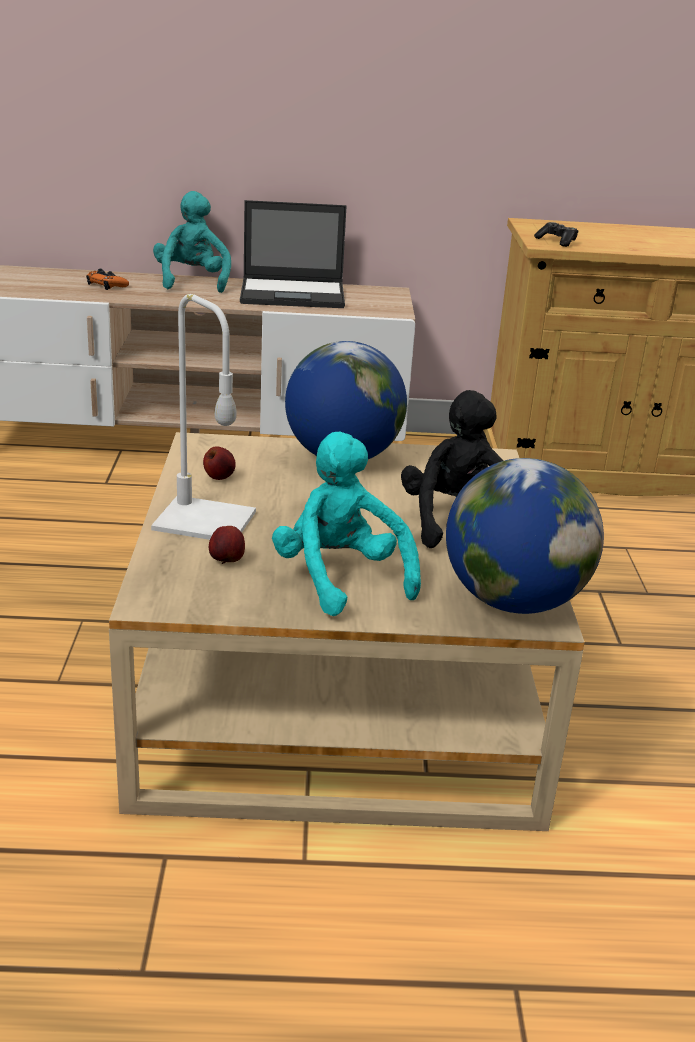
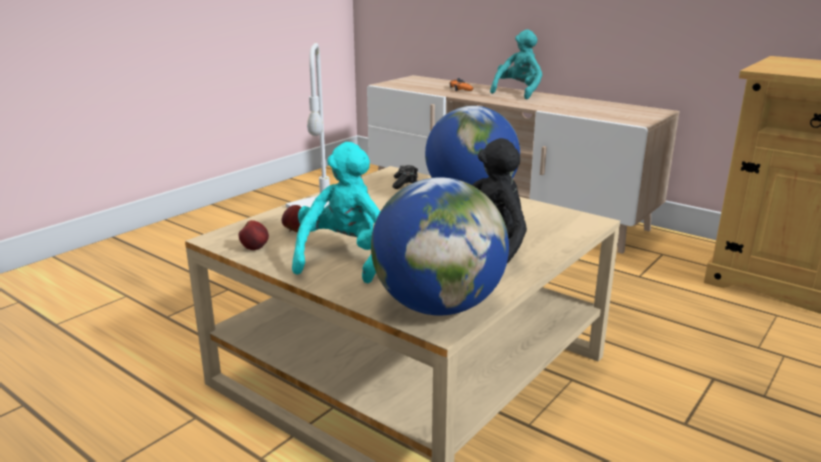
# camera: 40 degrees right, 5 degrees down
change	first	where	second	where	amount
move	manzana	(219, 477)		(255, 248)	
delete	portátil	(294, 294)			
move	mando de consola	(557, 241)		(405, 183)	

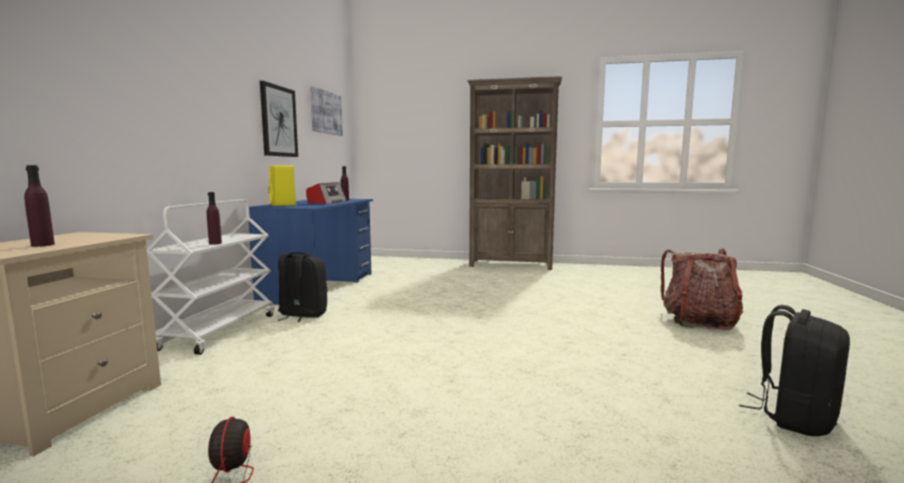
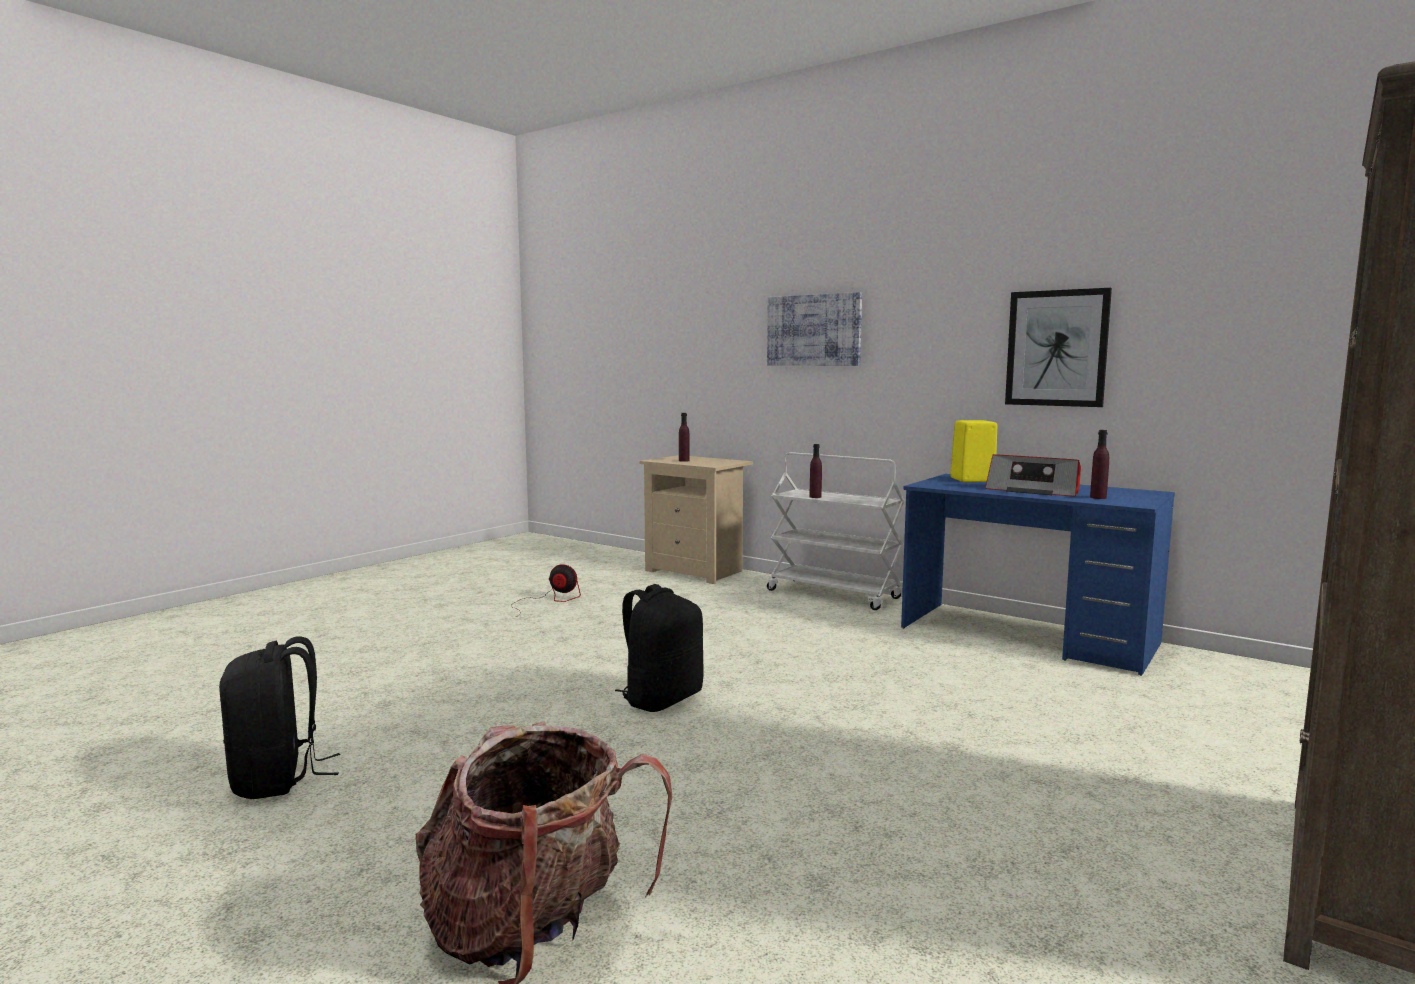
# camera: 115 degrees right, 0 degrees up
change	first	where	second	where	amount
move	mochila [negro]	(302, 315)		(661, 699)	
move	cuadro	(326, 112)		(814, 330)	

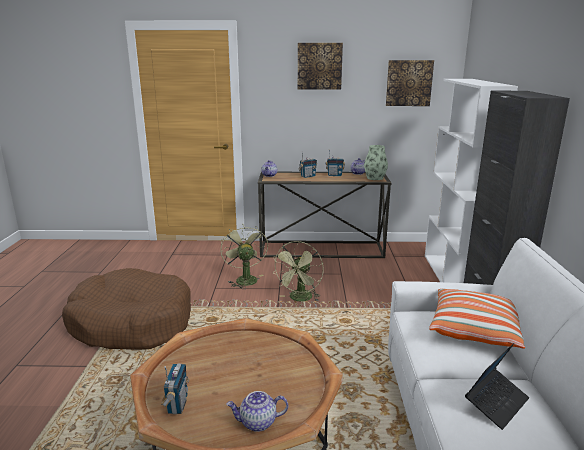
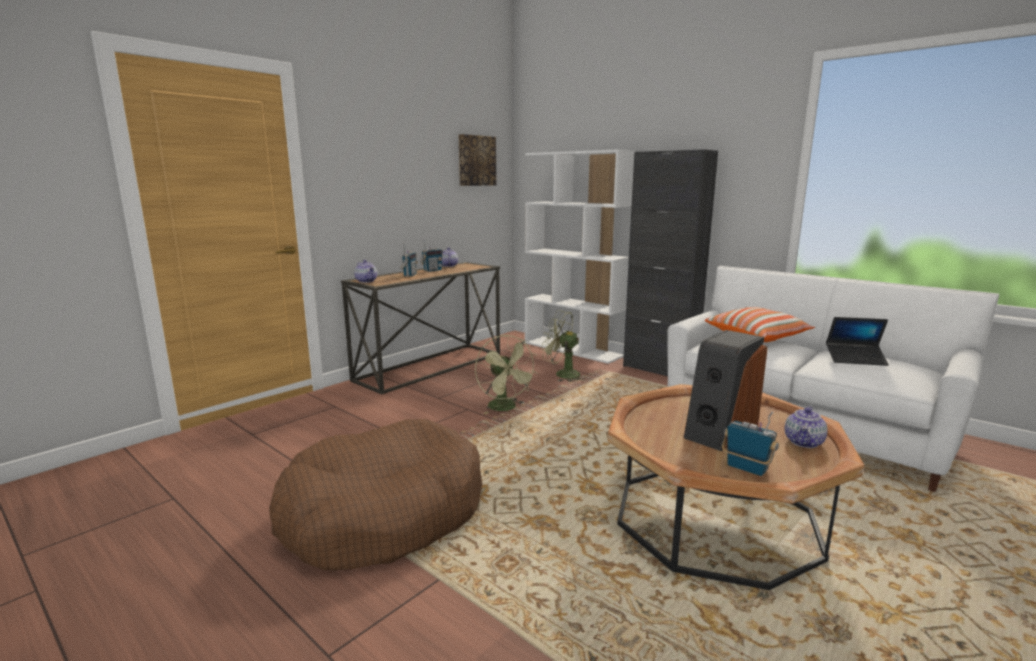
# camera: 50 degrees left, 5 degrees down
change	first	where	second	where	amount
move	ventilador [verde]	(244, 279)		(562, 374)	
delete	cuadro	(319, 66)			
delete	florero	(375, 178)			
rotate	portátil	(496, 403)		(855, 359)	105 degrees clockwise
insert			altavoz	(719, 431)	

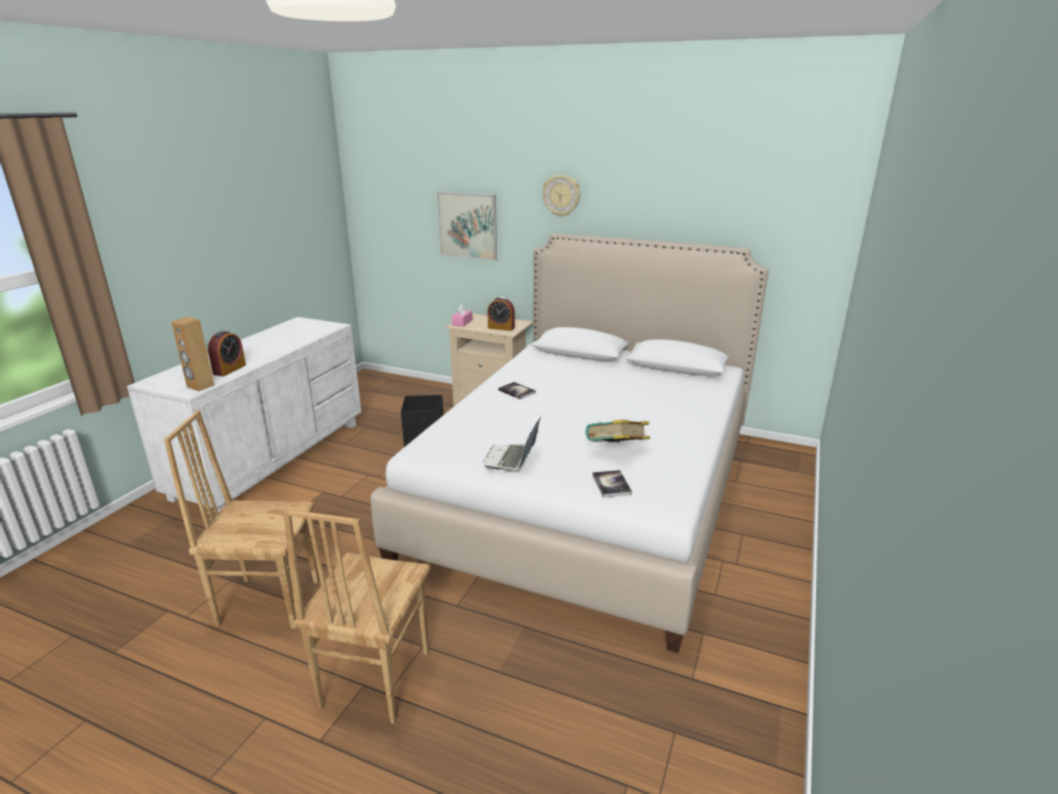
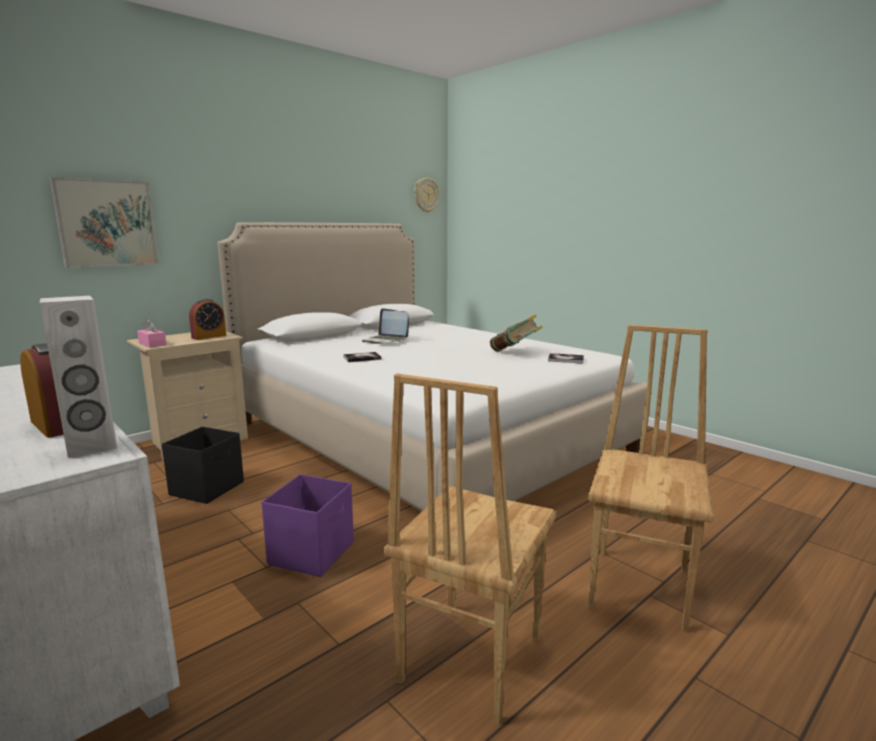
# camera: 65 degrees left, 10 degrees down
change	first	where	second	where	amount
recolor	altavoz [marrón]	(200, 386)	altavoz [blanco]	(92, 447)	
rotate	silla [marrón]	(373, 679)		(641, 587)	105 degrees counterclockwise
move	portátil	(511, 459)		(385, 340)	
move	reloj de pared	(561, 195)		(426, 195)	
insert			caja de almacenaje [morado]	(313, 553)	

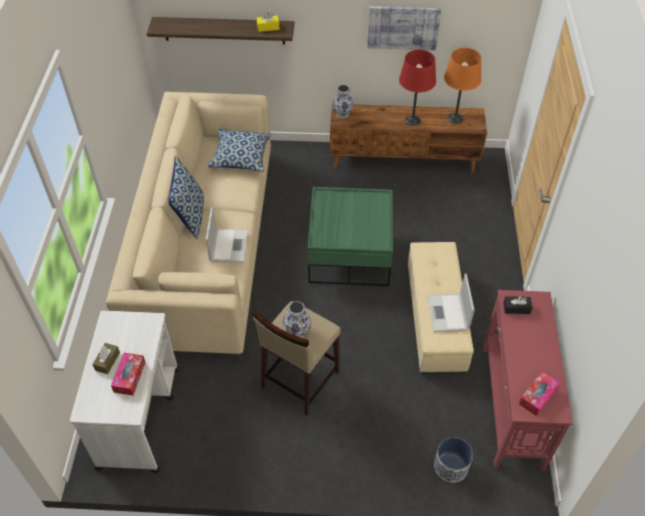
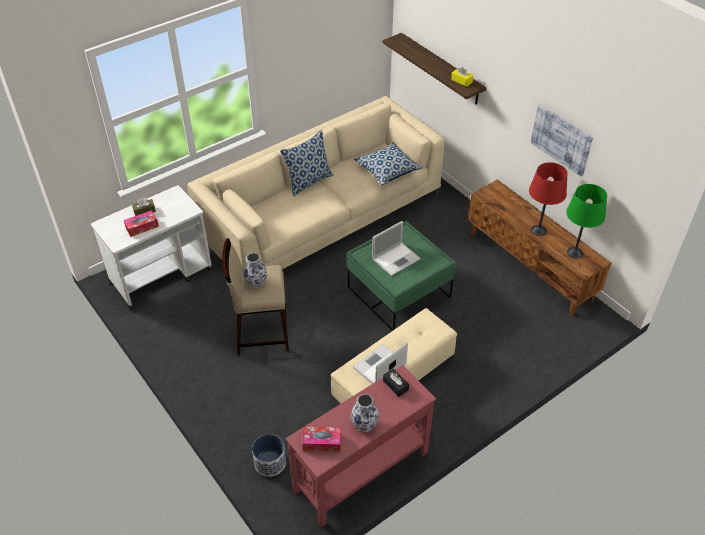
# camera: 50 degrees right, 5 degrees down
change	first	where	second	where	amount
move	portátil	(228, 245)		(396, 258)	
move	florero	(343, 113)		(365, 424)	
recolor	lámpara de mesa [naranja]	(455, 118)	lámpara de mesa [verde]	(574, 252)	

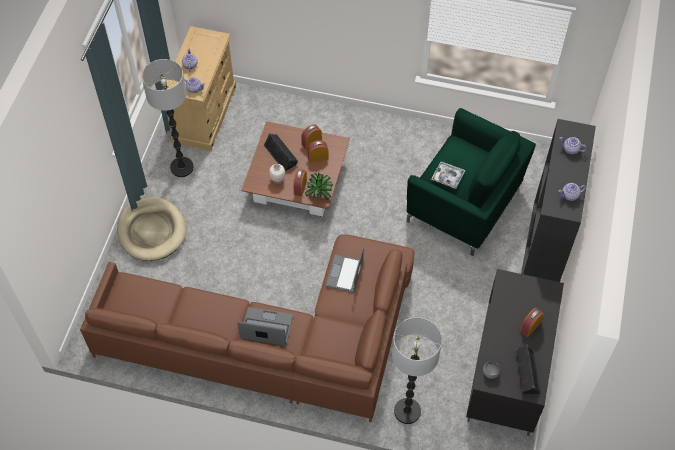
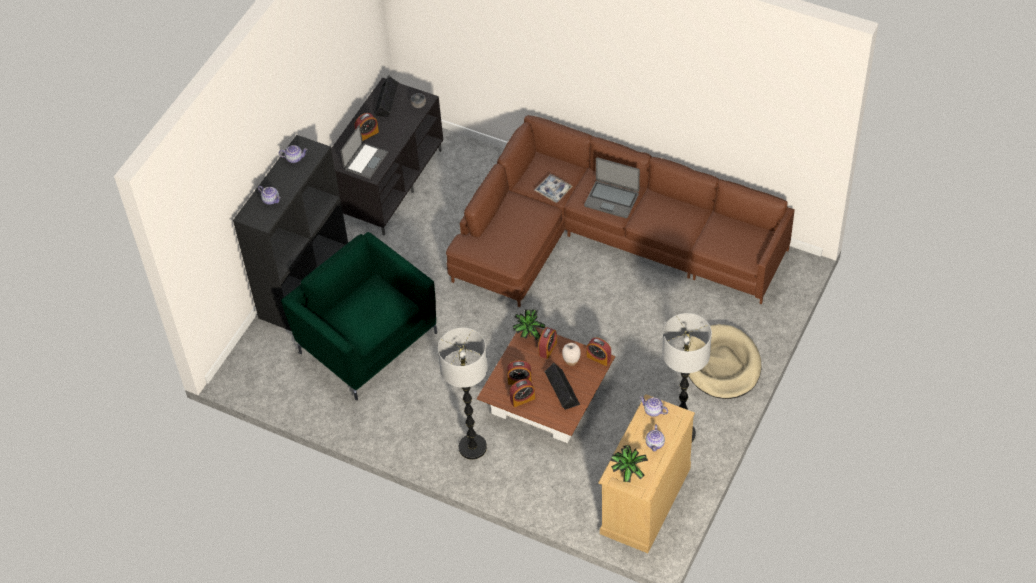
# camera: 165 degrees left, 5 degrees down
change	first	where	second	where	amount
move	portátil	(344, 274)		(366, 160)	
move	lámpara de pie	(407, 411)		(473, 447)	
move	bandeja	(448, 177)		(553, 190)	
insert			despertador	(598, 358)	
insert			planta en maceta	(627, 473)	

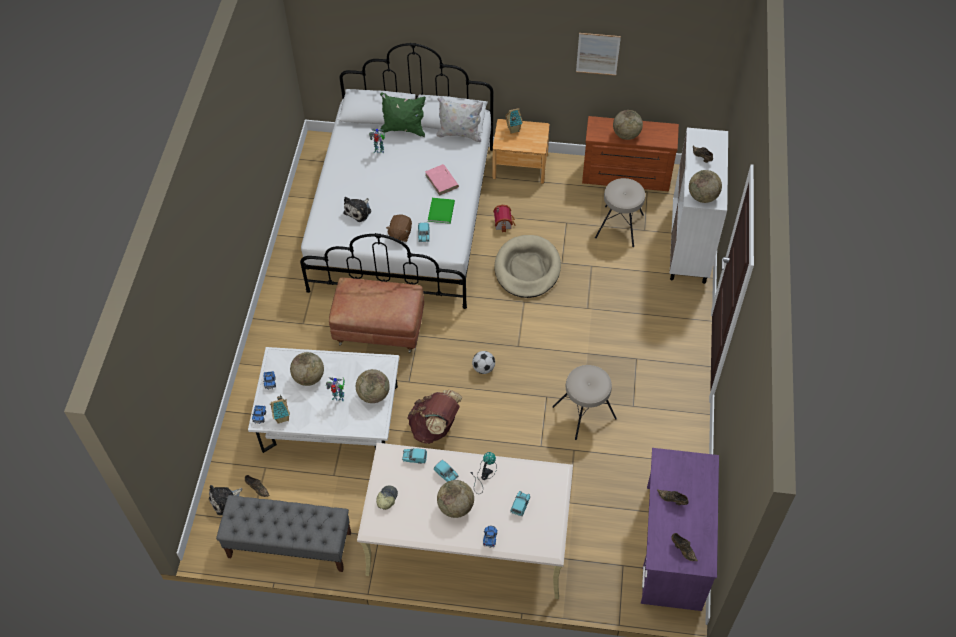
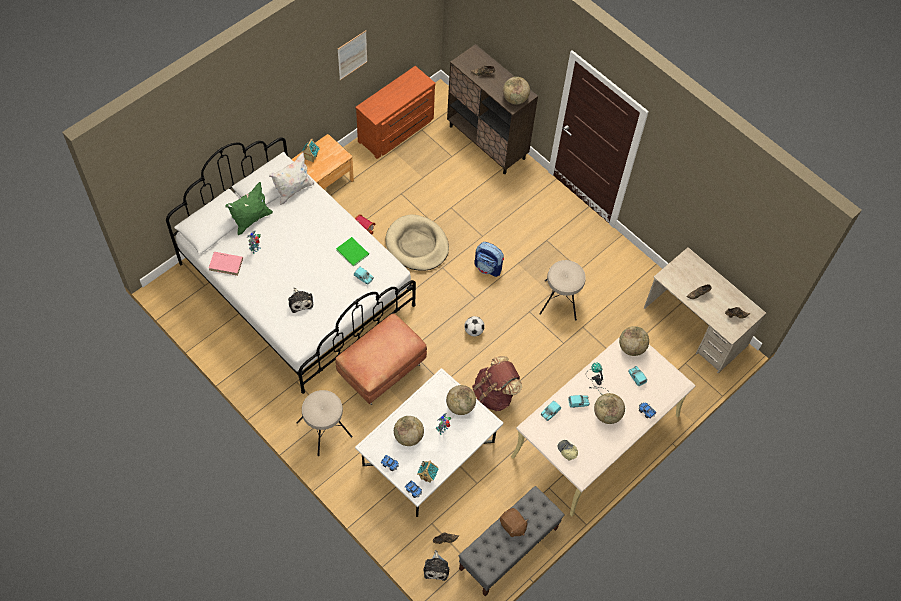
# camera: 55 degrees left, 5 degrees up
change	first	where	second	where	amount
move	peluche [marrón]	(400, 234)		(512, 526)	
move	libro [rosa]	(442, 181)		(226, 264)	
move	taburete [beis]	(620, 226)		(324, 429)	
move	globo terráqueo	(626, 135)		(631, 348)	
recolor	escritorio [morado]	(672, 547)	escritorio [beis]	(695, 327)	
recolor	armario [blanco]	(689, 244)	armario [marrón]	(487, 142)	
insert			mochila	(488, 267)	

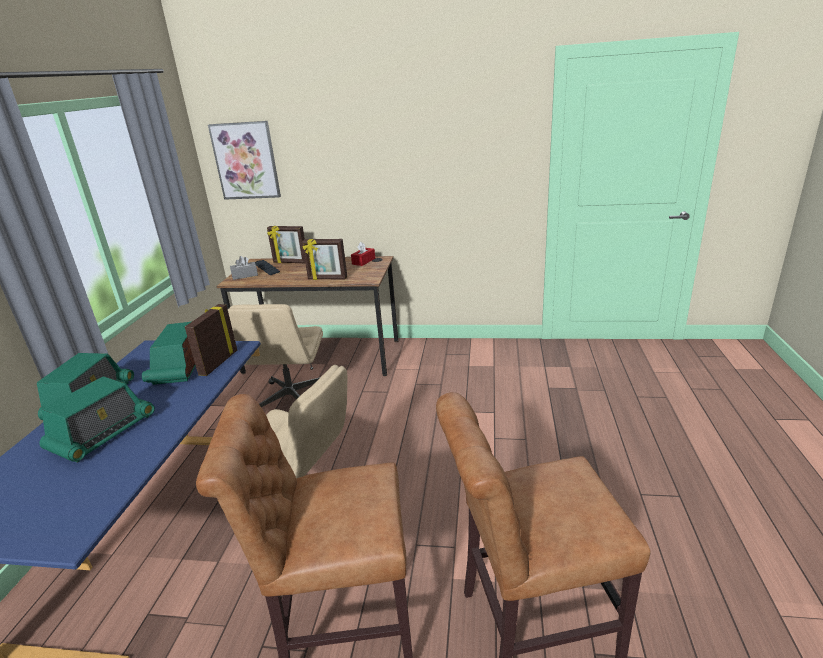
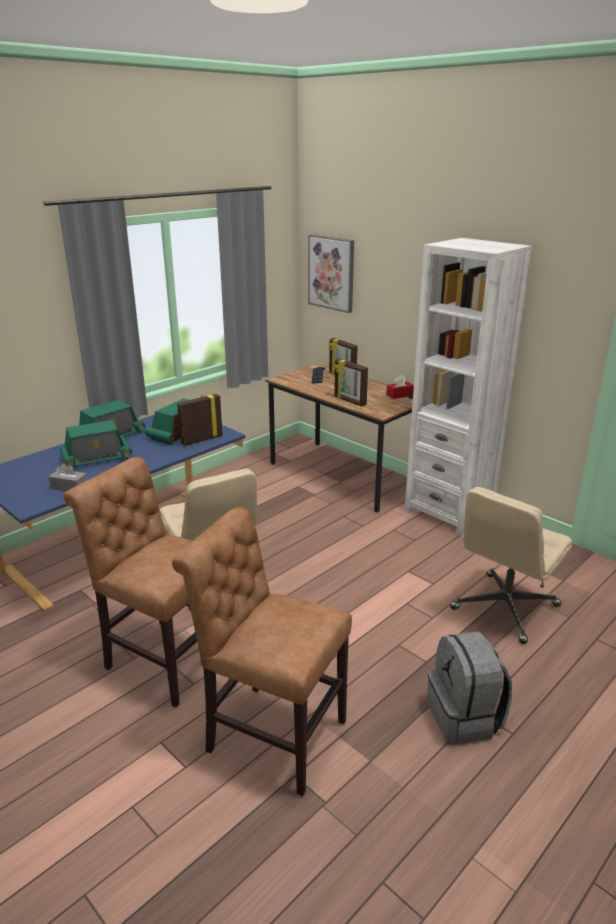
# camera: 35 degrees right, 0 degrees up
change	first	where	second	where	amount
move	silla de oficina [beis]	(291, 400)		(504, 608)	
move	caja de pañuelos [gris]	(245, 275)		(69, 487)	
insert			estantería [blanco]	(449, 512)	
insert			mochila [gris]	(465, 718)	

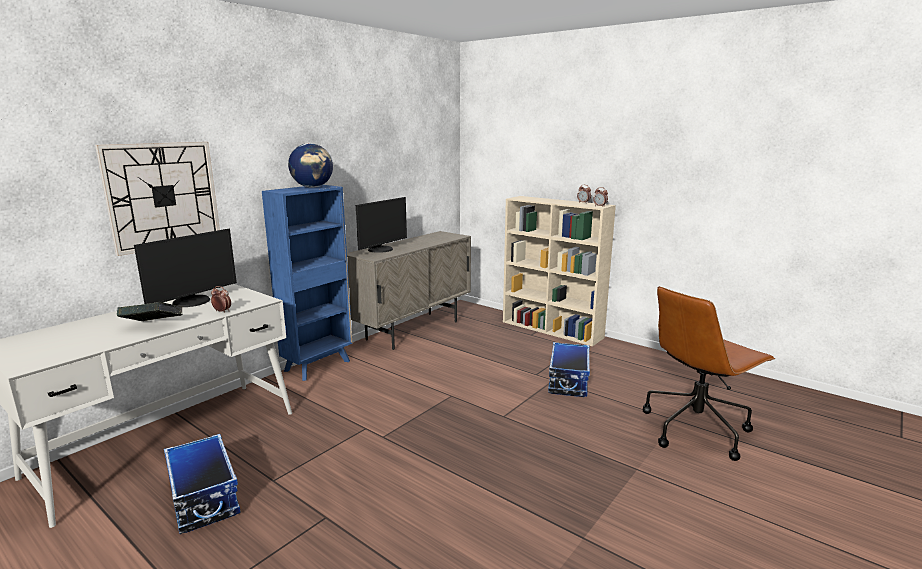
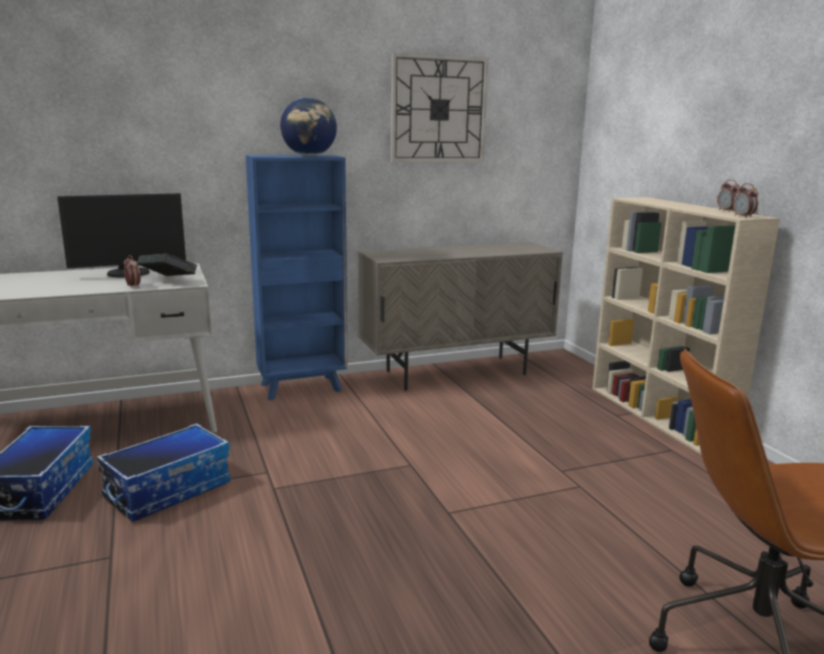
# camera: 30 degrees right, 0 degrees up
change	first	where	second	where	amount
move	reloj de pared	(163, 195)		(438, 109)	
move	libro	(153, 326)		(168, 281)	
delete	monitor	(381, 250)			
move	caja de almacenaje	(567, 381)		(168, 490)	

